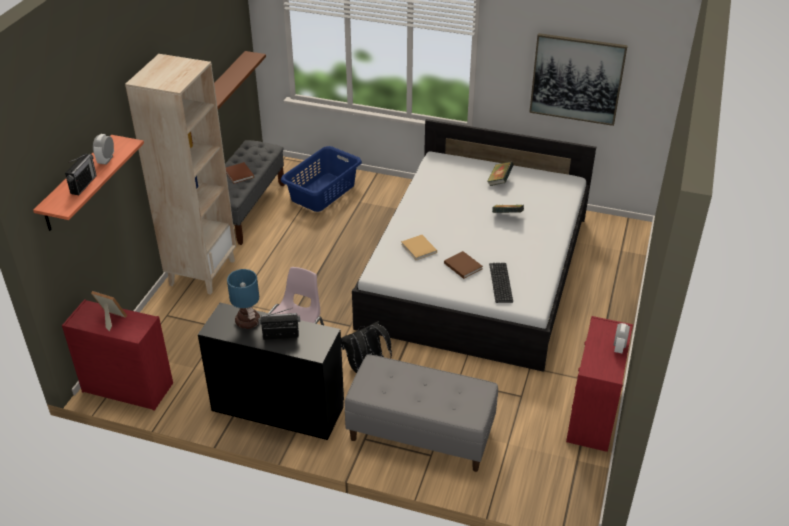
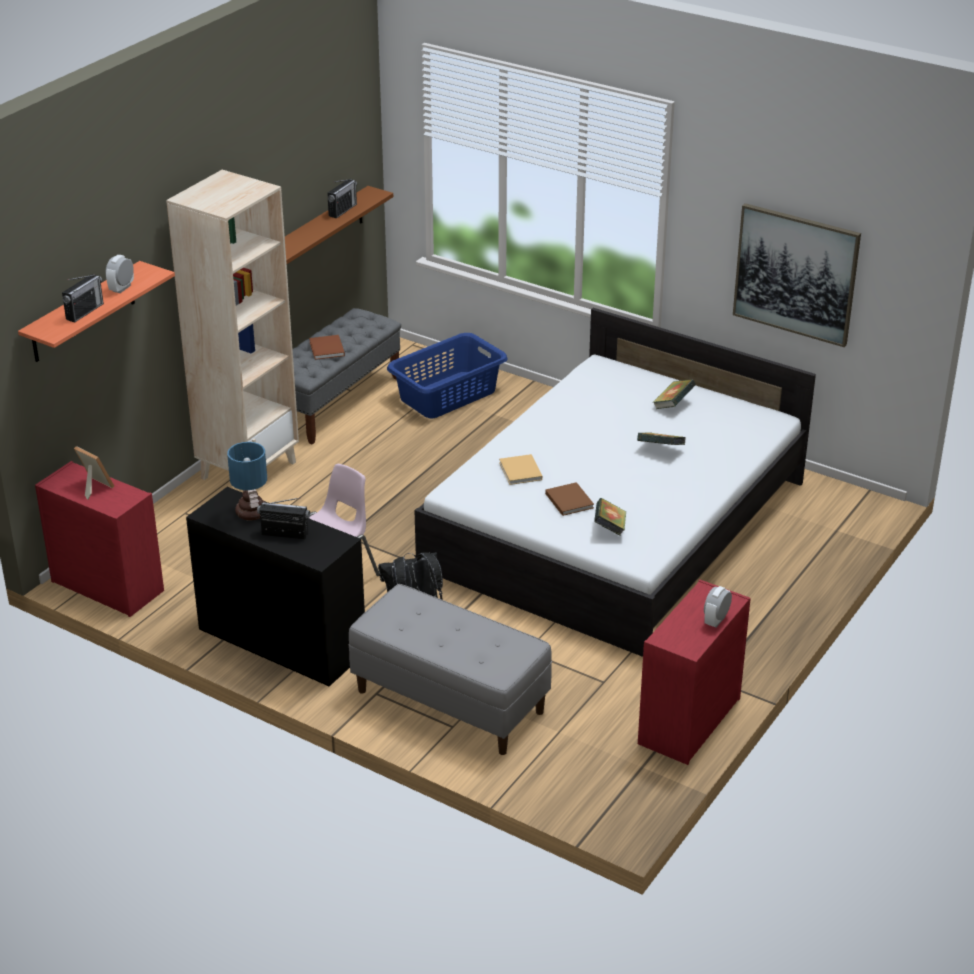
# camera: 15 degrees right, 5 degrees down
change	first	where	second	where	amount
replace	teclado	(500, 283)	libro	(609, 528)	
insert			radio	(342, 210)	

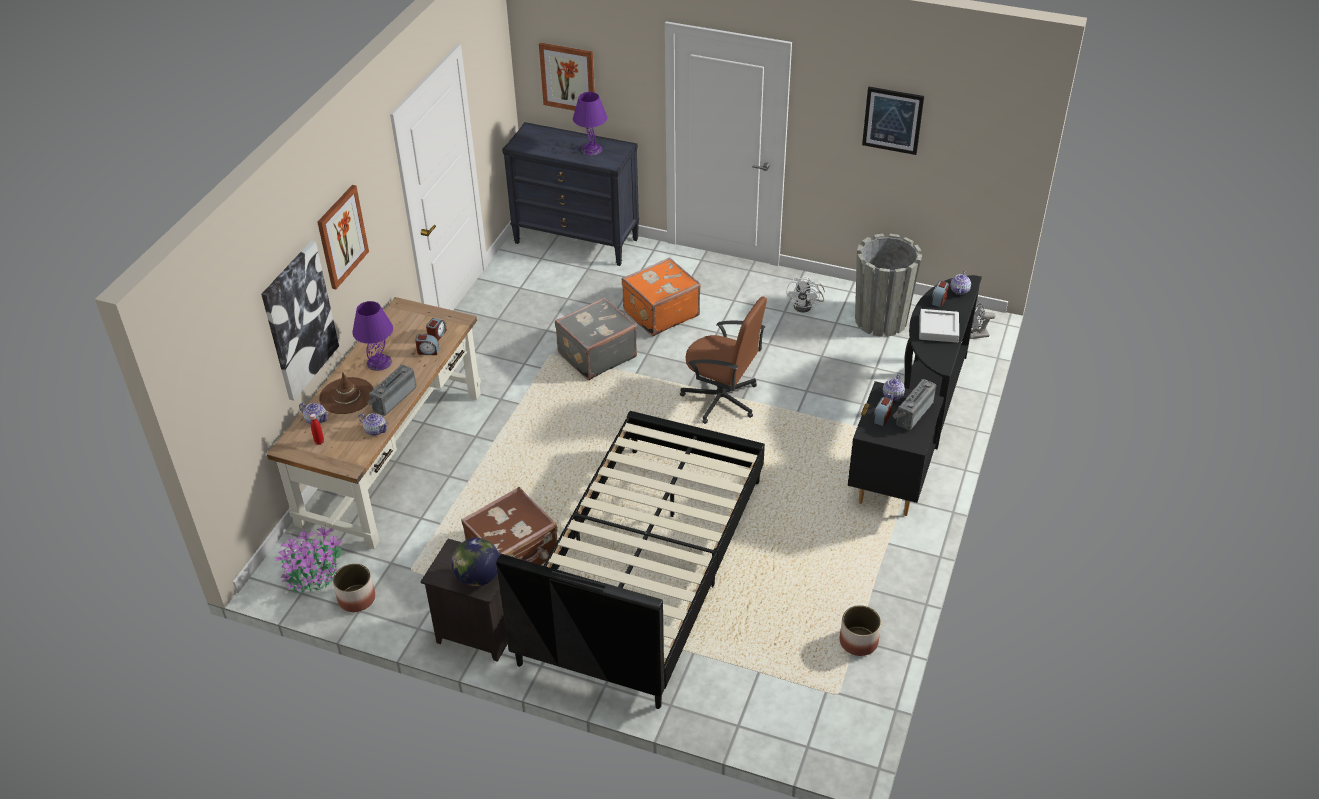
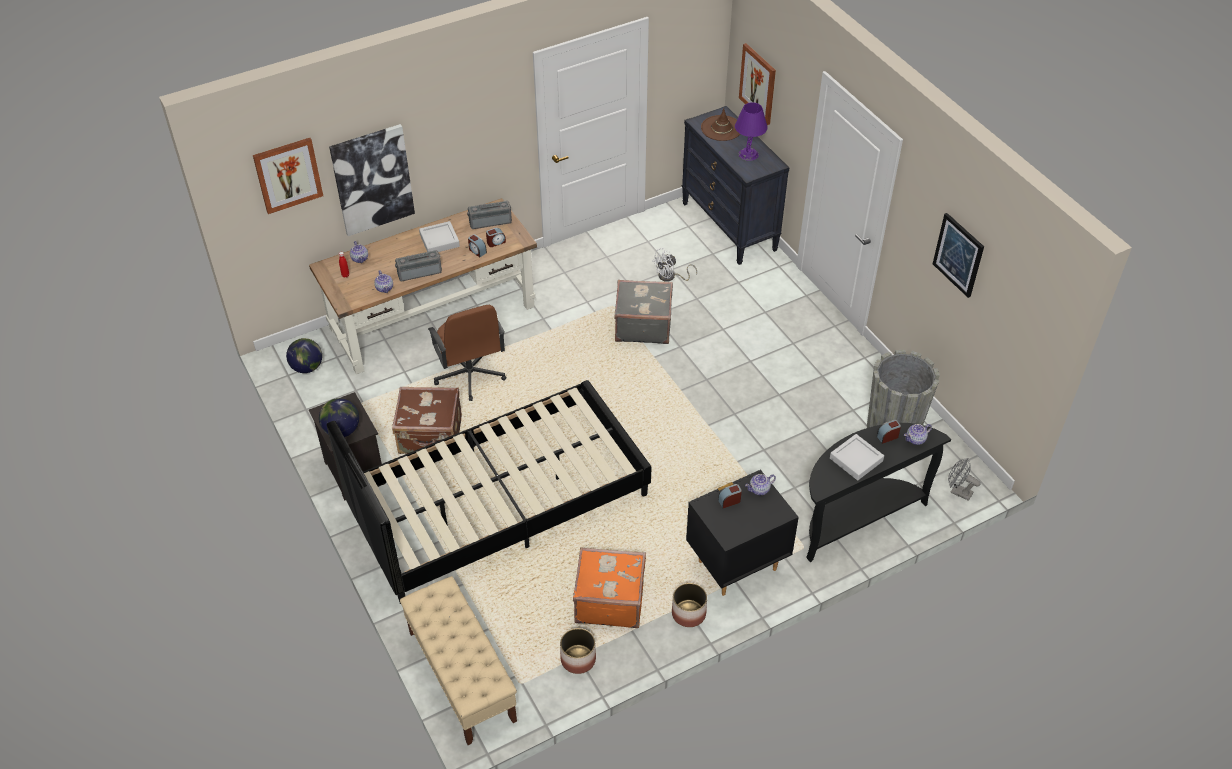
# camera: 40 degrees right, 5 degrees up
change	first	where	second	where	amount
replace	planta en maceta	(314, 574)	globo terráqueo	(307, 367)	
move	cuadro	(342, 236)		(288, 175)	
move	sombrero [marrón]	(346, 396)		(721, 128)	
move	maceta	(356, 599)		(688, 613)	
replace	lámpara de mesa [morado]	(379, 362)	bandeja [gris]	(439, 240)	
move	maleta [naranja]	(660, 313)		(609, 600)	
move	silla de oficina [marrón]	(722, 399)		(470, 375)	
move	ventilador [blanco]	(806, 306)		(670, 277)	
move	radio	(912, 412)		(490, 221)	
insert			banco [beis]	(461, 675)	

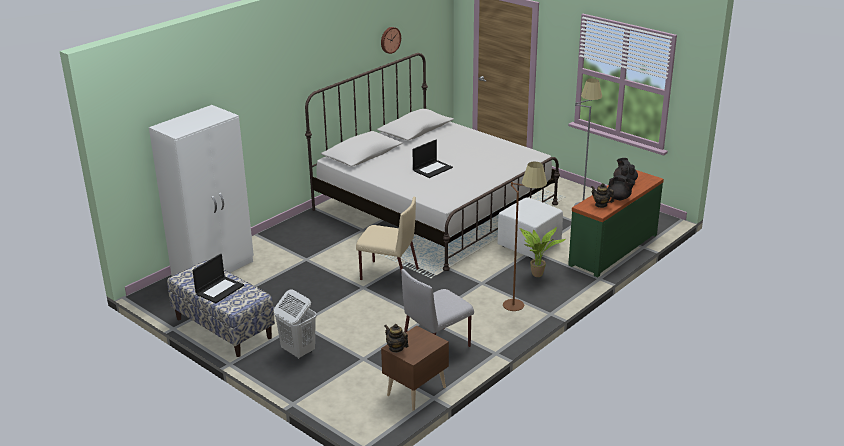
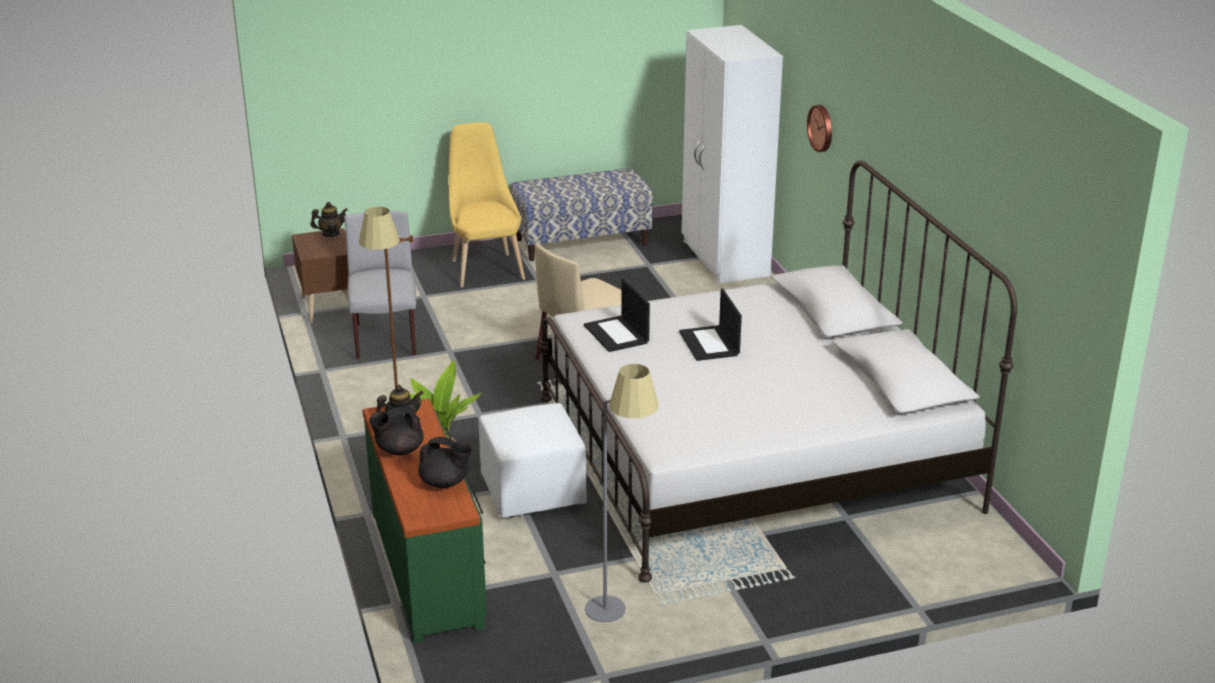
# camera: 120 degrees right, 0 degrees up
change	first	where	second	where	amount
move	portátil	(220, 289)		(617, 334)	
replace	cesto de la ropa [blanco]	(298, 351)	silla [amarillo]	(485, 268)	
move	reloj de pared	(390, 40)		(822, 128)	

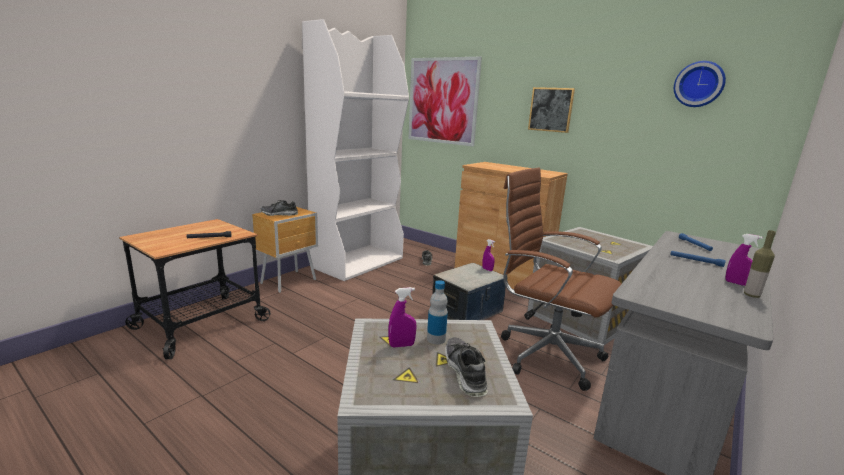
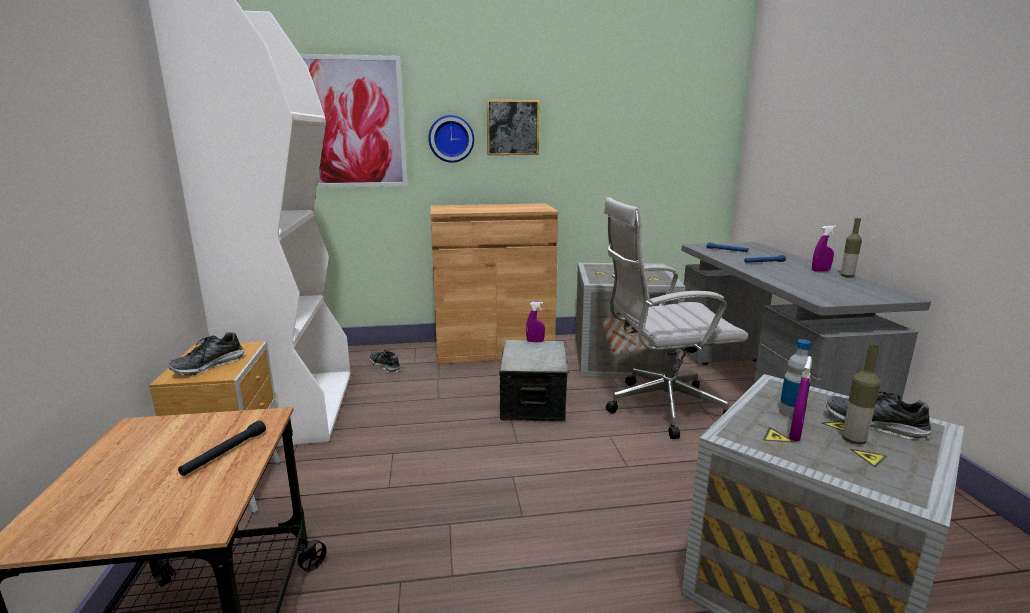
# camera: 45 degrees left, 0 degrees up
change	first	where	second	where	amount
recolor	silla de oficina [marrón]	(545, 354)	silla de oficina [blanco]	(660, 408)	
move	reloj de pared	(699, 84)		(451, 139)	
insert			botella	(853, 440)	

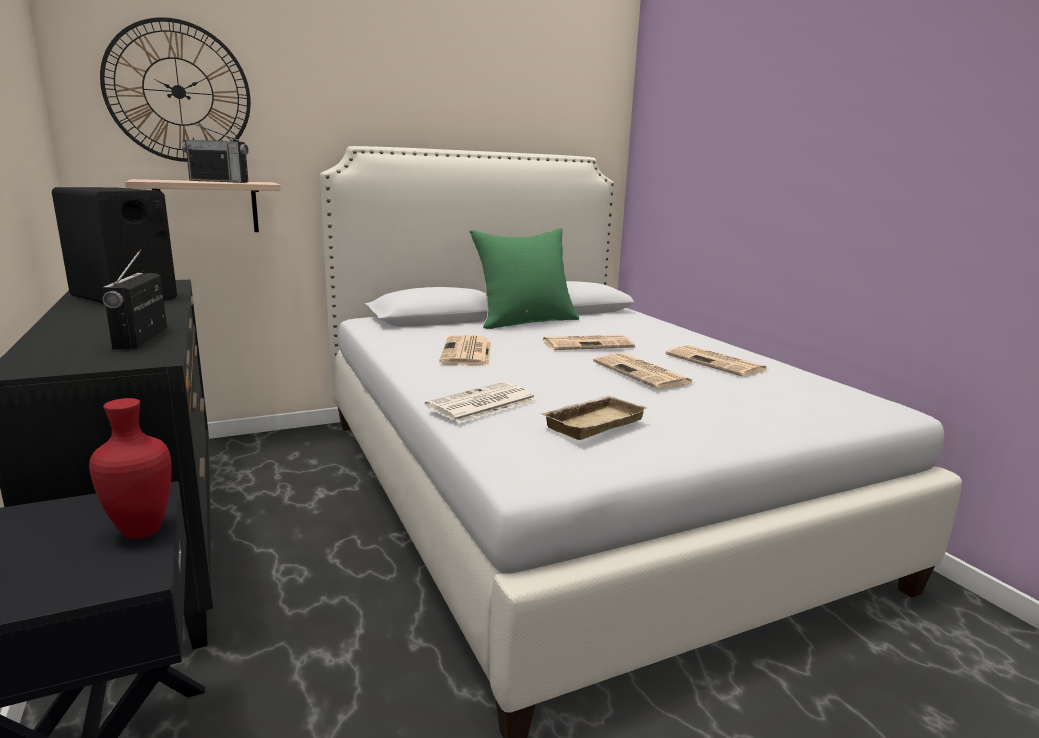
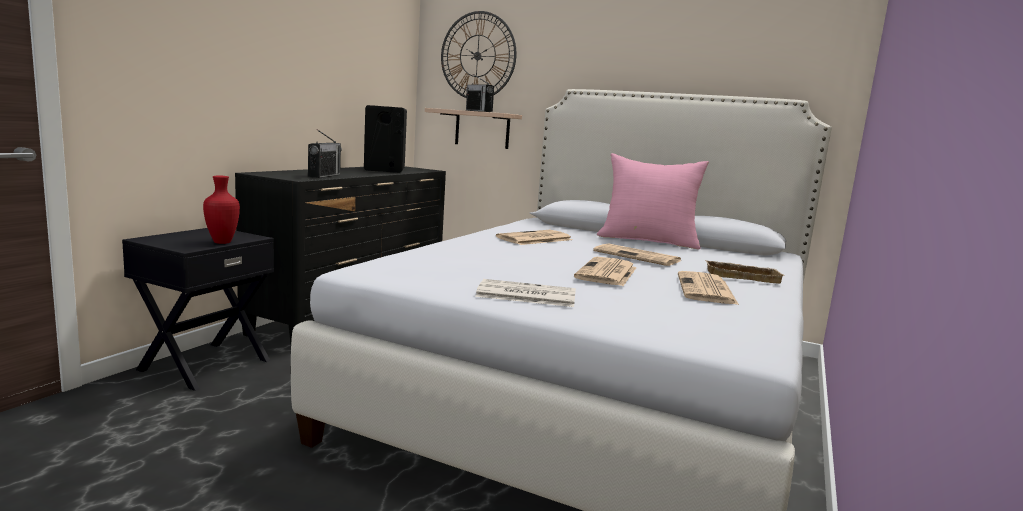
# camera: 50 degrees right, 5 degrees down
change	first	where	second	where	amount
rotate	radio	(141, 338)		(324, 176)	150 degrees clockwise
move	periódico	(481, 404)		(525, 295)	
recolor	cojín [verde]	(525, 321)	cojín [rosa]	(648, 241)	
move	bandeja [beis]	(592, 422)		(742, 276)	

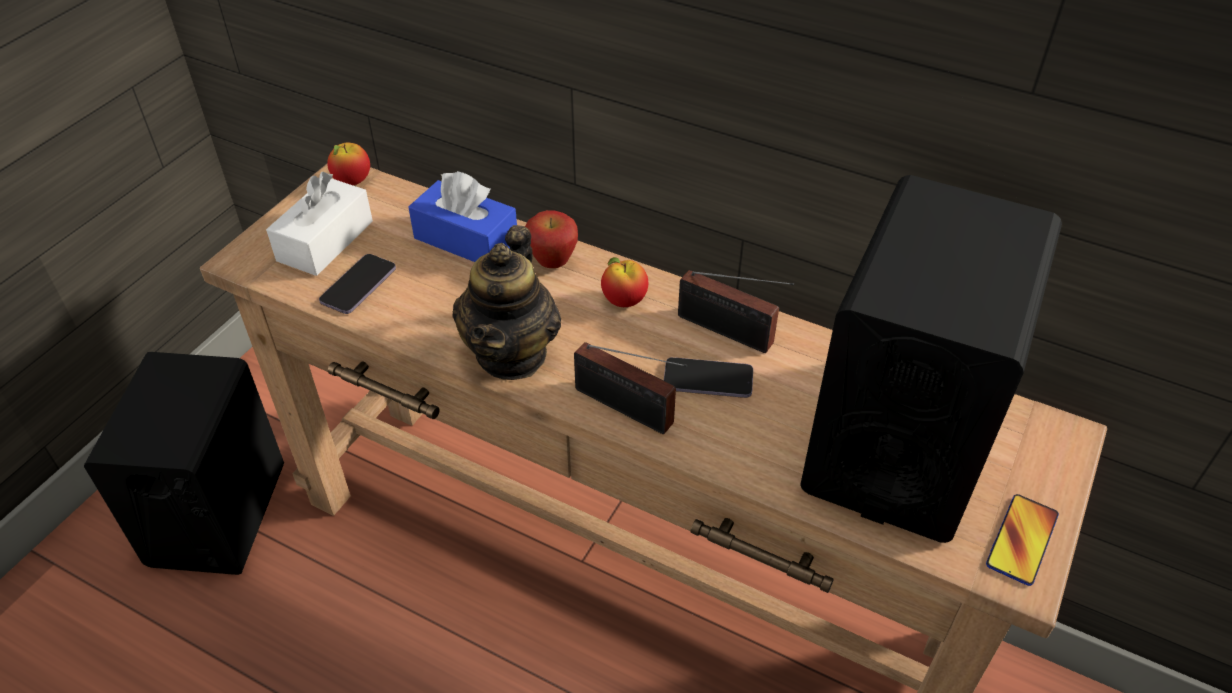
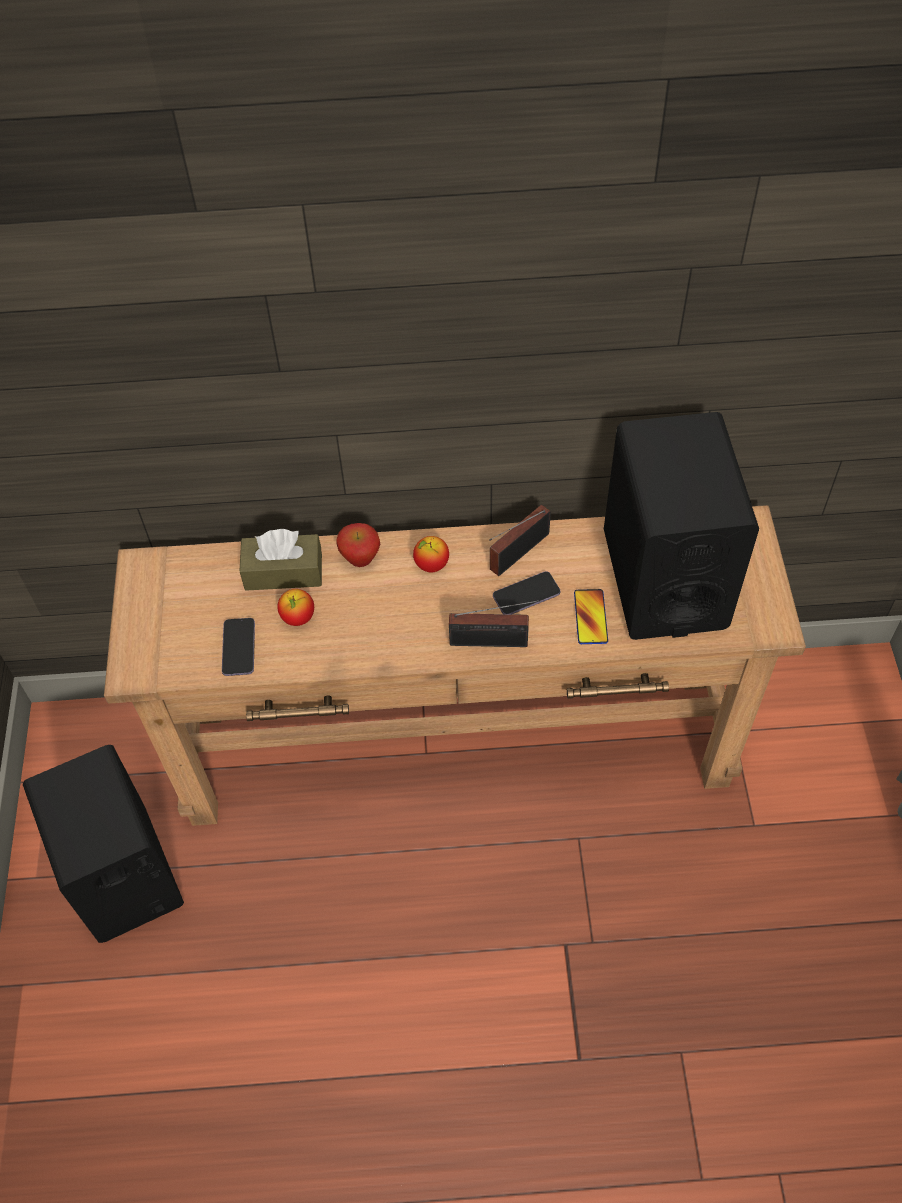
# camera: 30 degrees left, 10 degrees up
change	first	where	second	where	amount
delete	caja de pañuelos [blanco]	(325, 241)			
move	manzana	(352, 181)		(298, 618)	
recolor	caja de pañuelos [azul]	(466, 239)	caja de pañuelos [marrón]	(283, 572)	
delete	tetera	(512, 354)			
rotate	radio	(729, 333)		(515, 554)	135 degrees clockwise
move	móvil	(1021, 540)		(590, 617)	

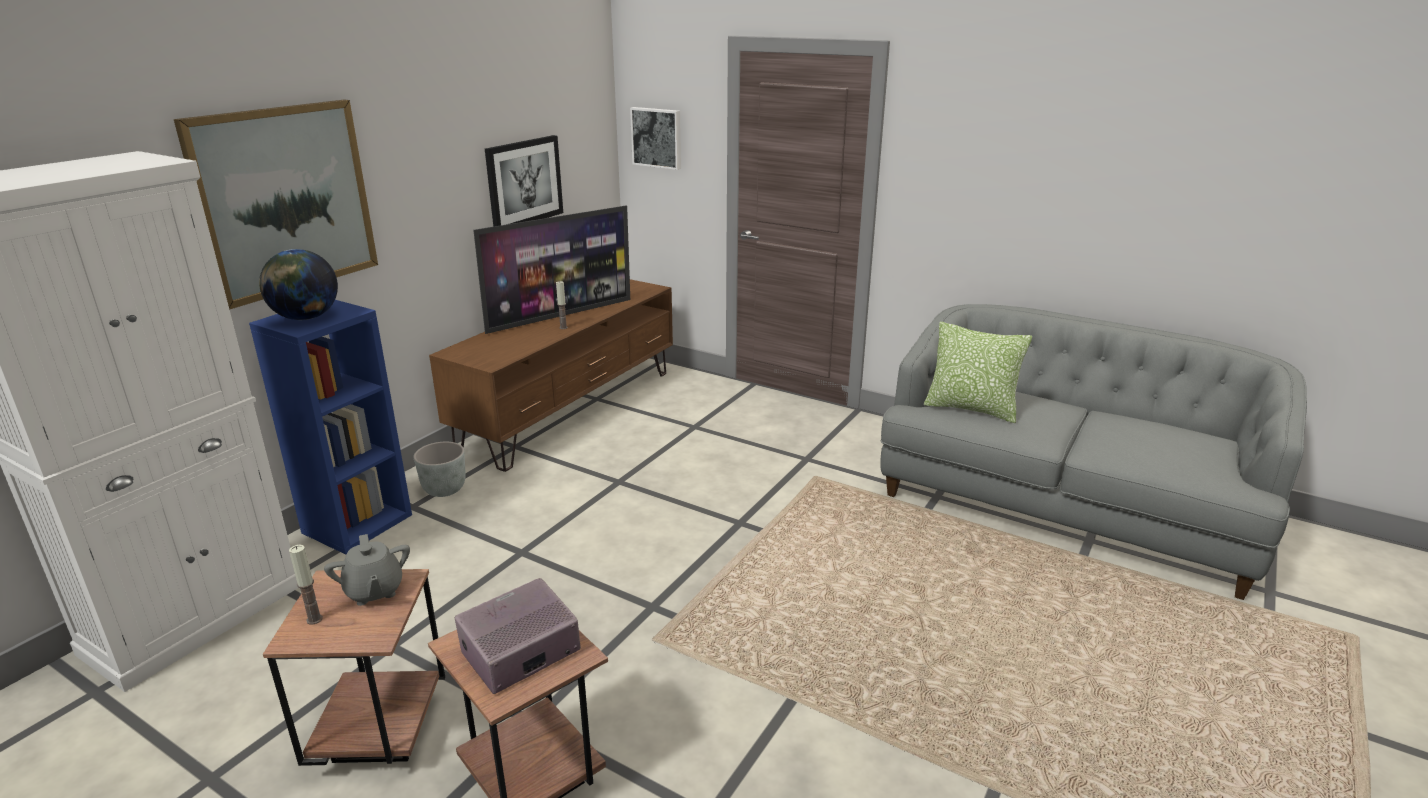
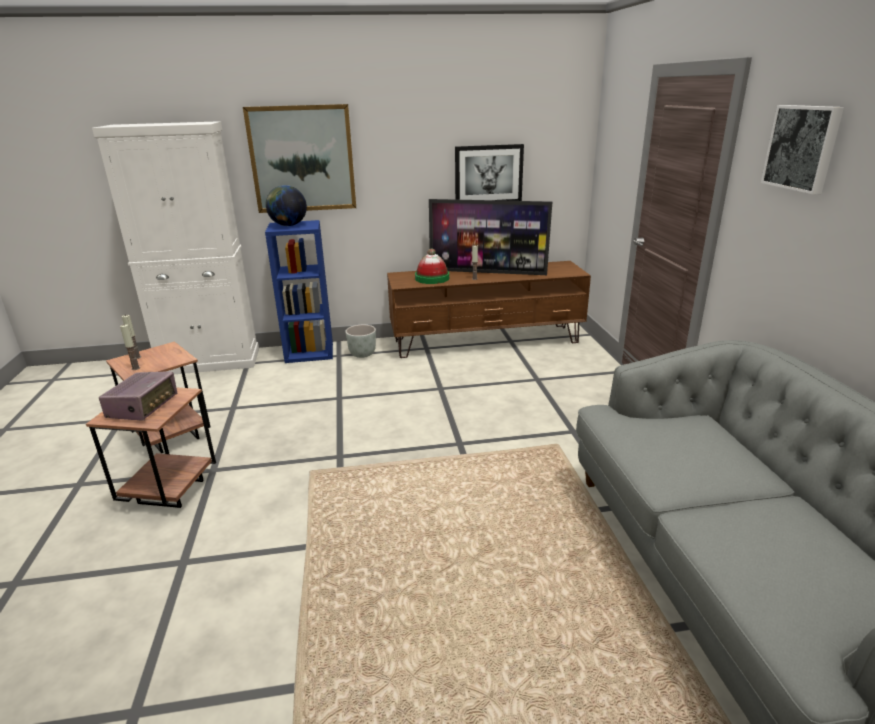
# camera: 50 degrees right, 0 degrees up
change	first	where	second	where	amount
delete	tetera [gris]	(374, 591)			
rotate	radio	(520, 653)		(143, 407)	90 degrees clockwise
move	cuadro	(657, 137)		(802, 148)	
delete	cojín	(971, 409)			
insert			vela	(135, 368)	
insert			sombrero	(432, 278)	

